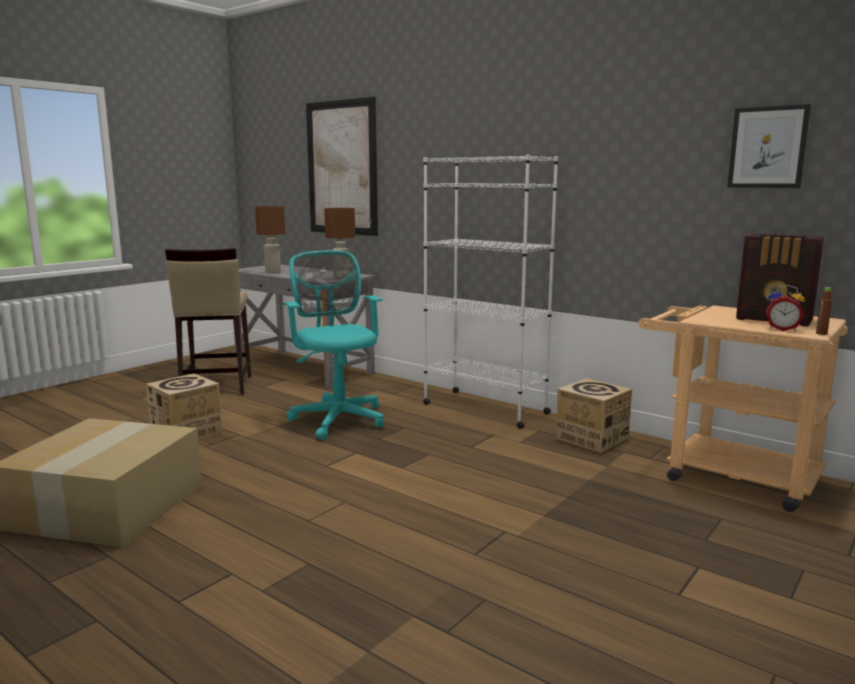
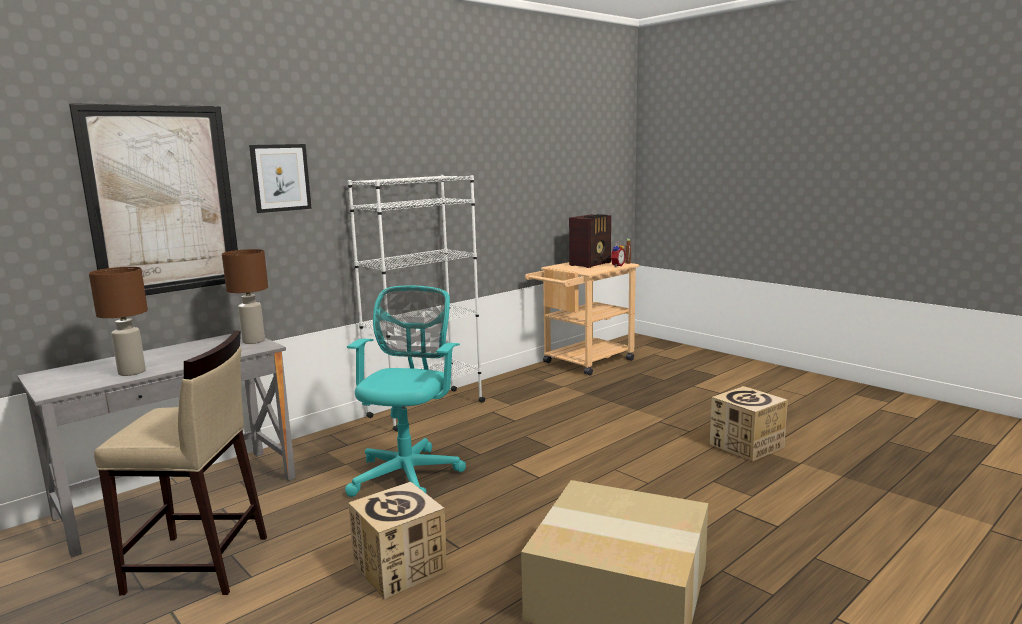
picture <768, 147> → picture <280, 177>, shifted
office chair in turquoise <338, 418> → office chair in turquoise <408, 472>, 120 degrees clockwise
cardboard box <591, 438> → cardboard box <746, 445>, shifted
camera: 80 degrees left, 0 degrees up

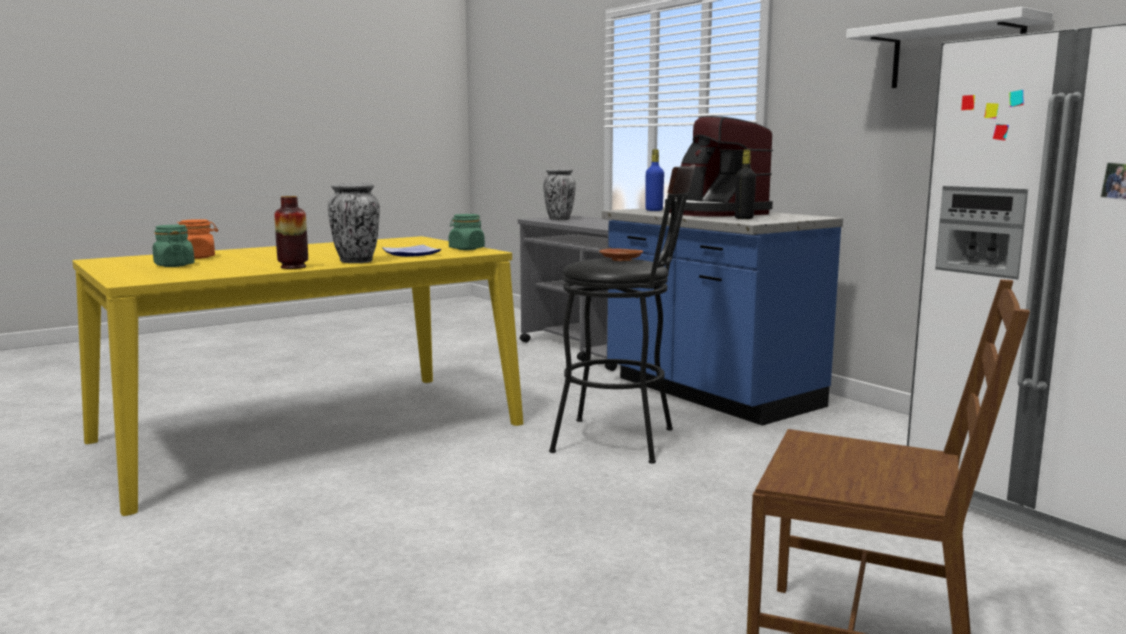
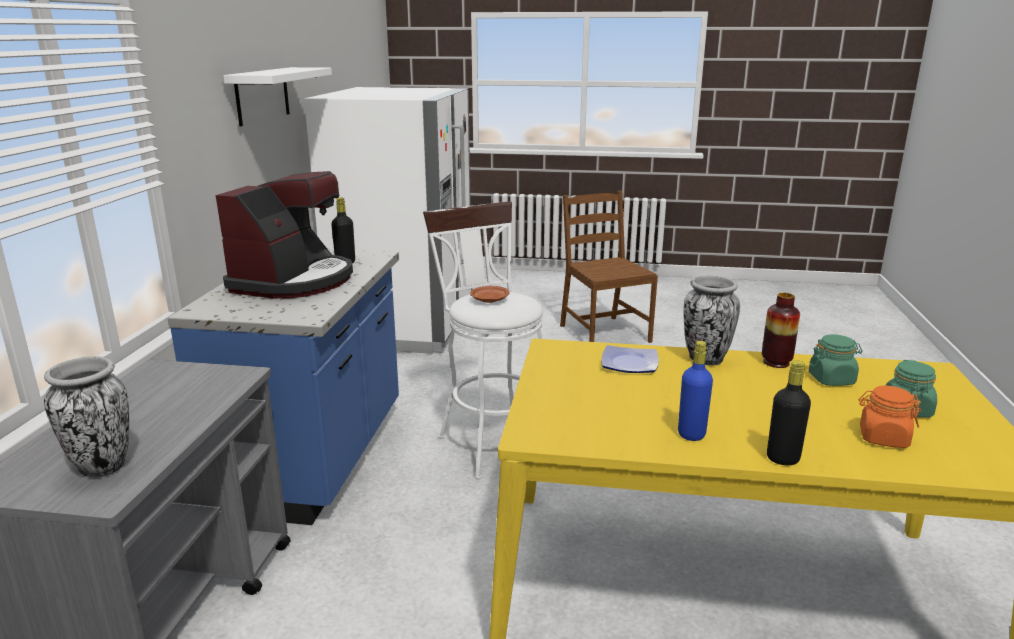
bottle in blue <654, 210> → bottle in blue <691, 434>, shifted
stool in black <625, 441> → stool in white <491, 441>
jar in green <466, 249> → jar in green <831, 379>, shifted
- → bottle in black <783, 458>
camera: 135 degrees left, 10 degrees up

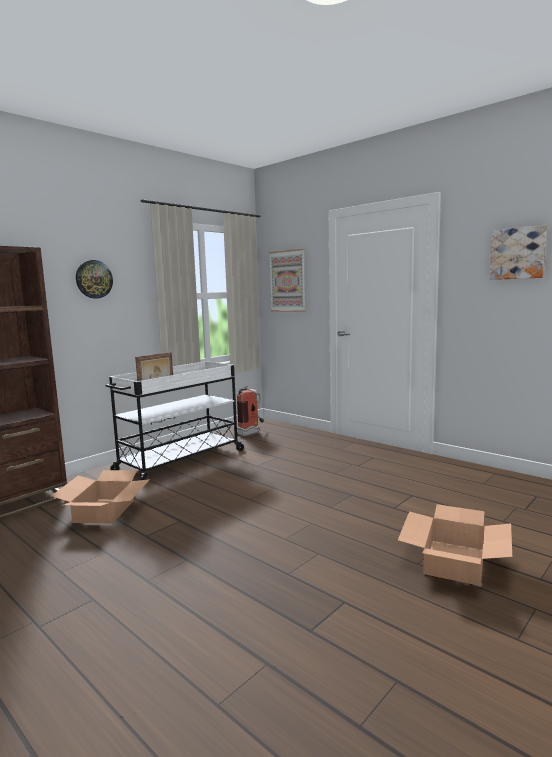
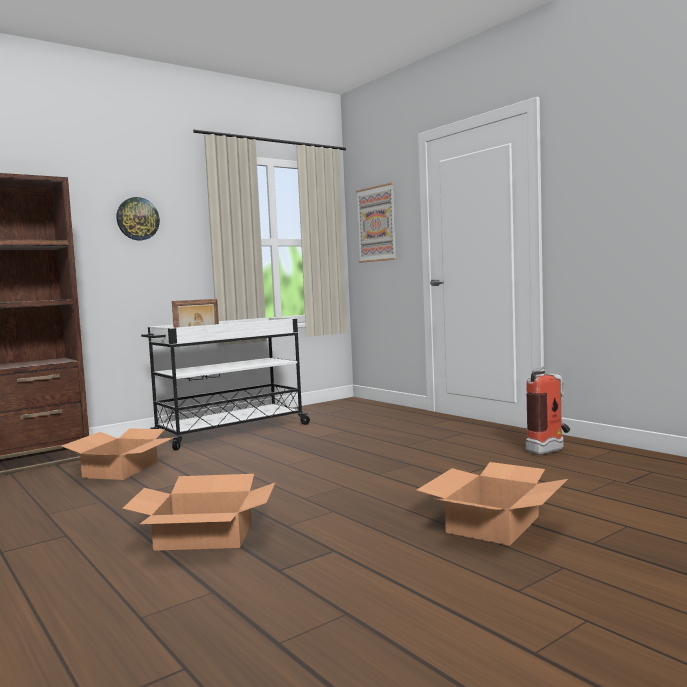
picture <518, 253> → -
fire extinguisher <252, 433> → fire extinguisher <550, 450>, shifted
- → cardboard box <205, 536>
camera: 10 degrees right, 5 degrees down

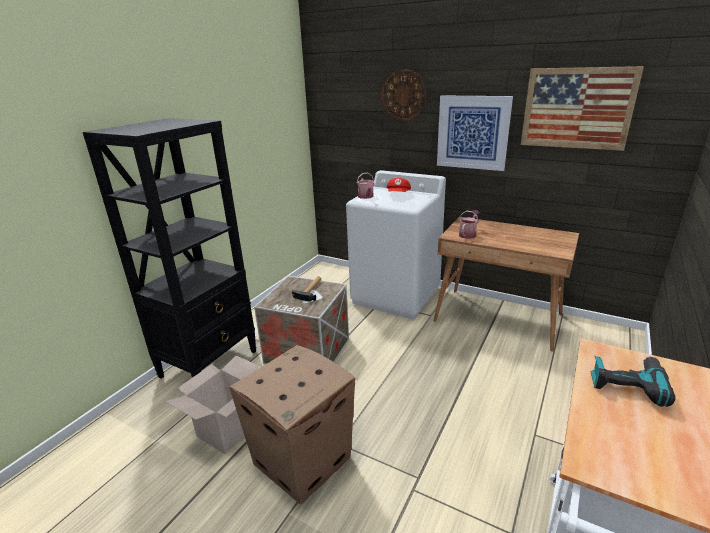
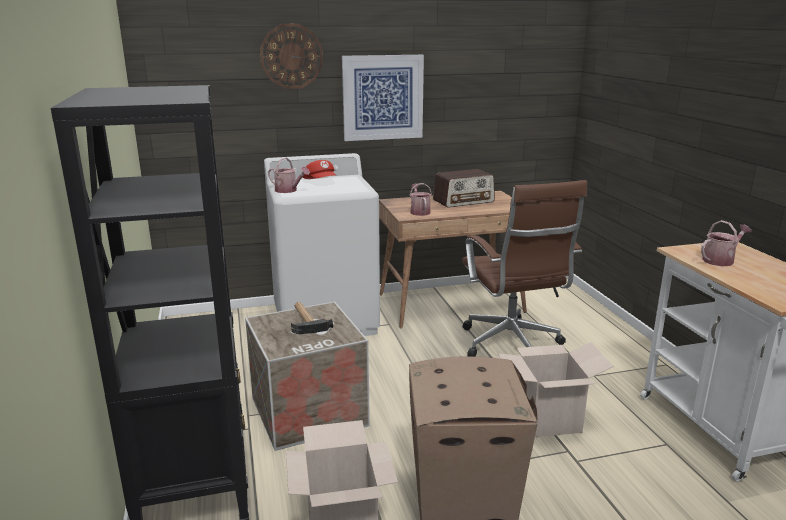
picture <576, 108> → -
power drill <627, 383> → watering can <721, 260>
- → radio <464, 201>
- → office chair in brown <512, 346>
- → cardboard box <548, 420>
camera: 45 degrees left, 5 degrees down

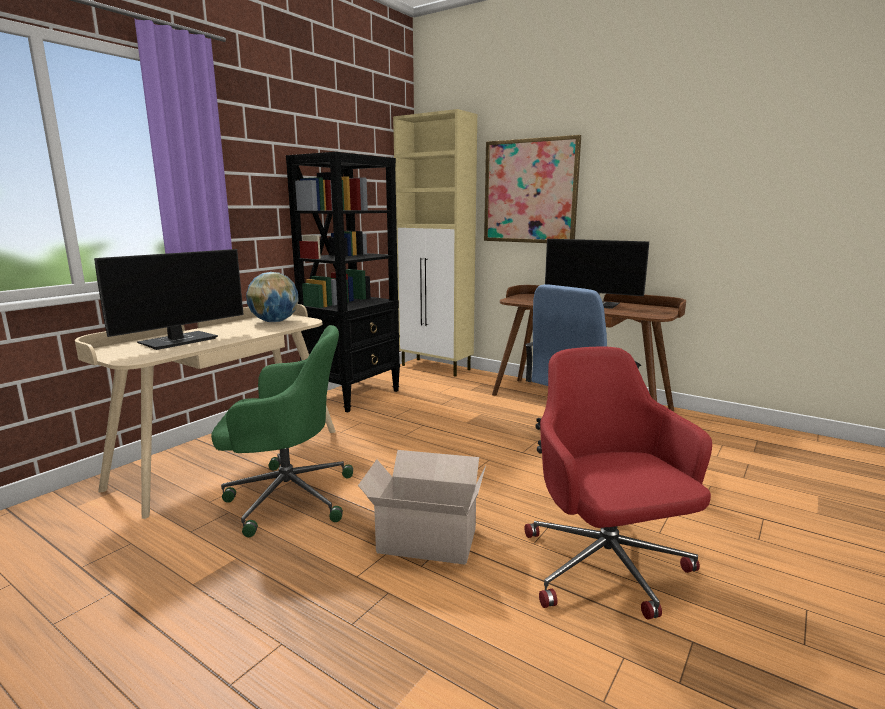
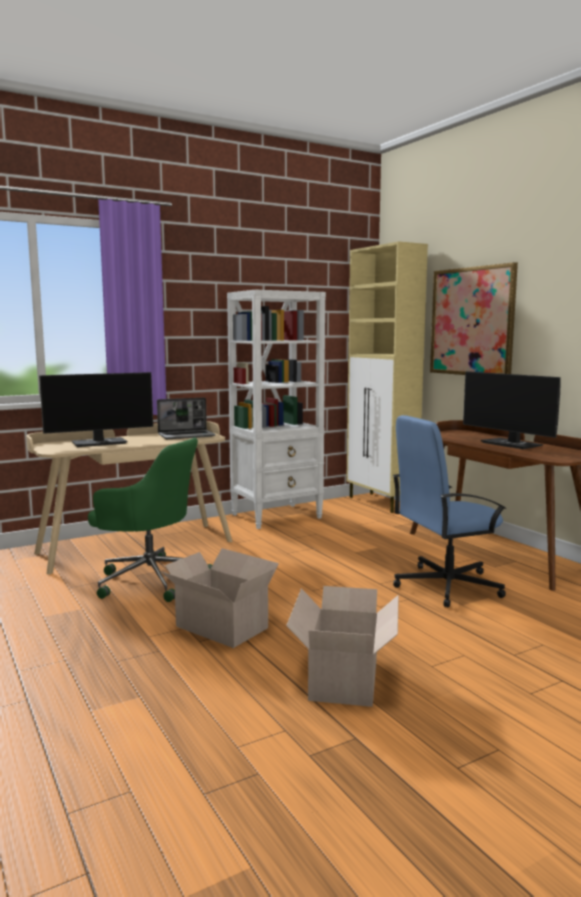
bookcase in black <353, 395> → bookcase in white <277, 516>
globe <274, 321> → laptop <187, 436>
office chair in red <606, 568> → cardboard box <345, 677>
camera: 25 degrees right, 5 degrees down

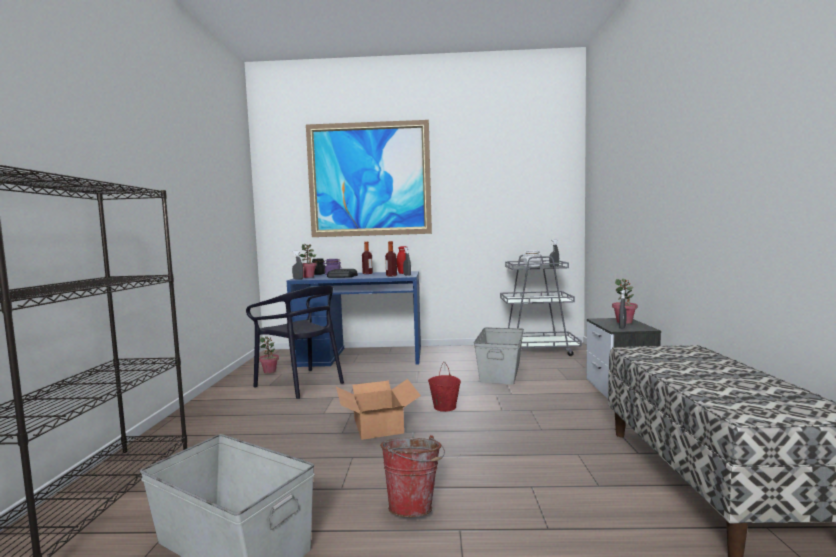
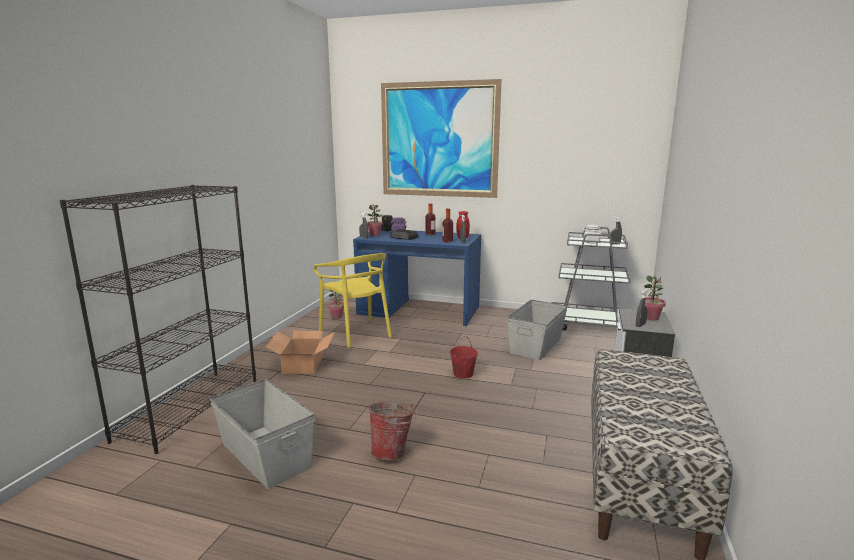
chair in black <300, 384> → chair in yellow <356, 333>
cardboard box <377, 425> → cardboard box <302, 364>, shifted
camera: 15 degrees right, 10 degrees up

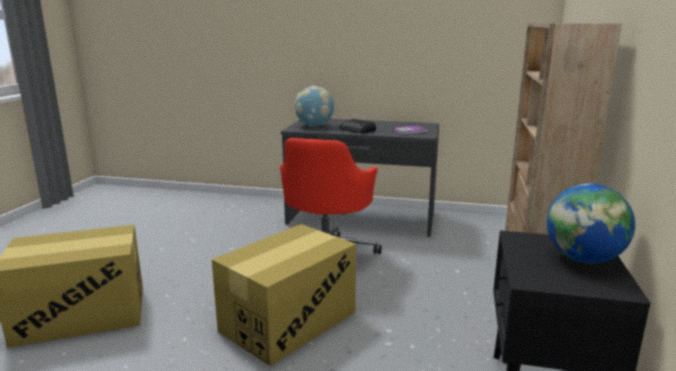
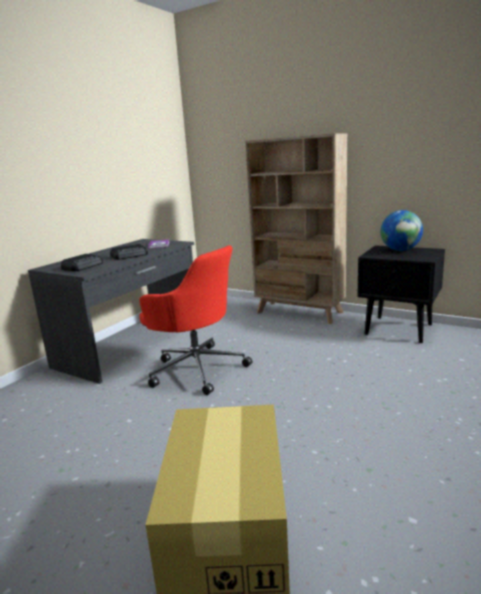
globe <314, 126> → radio <83, 266>
cardboard box <288, 321> → -
camera: 70 degrees left, 0 degrees up

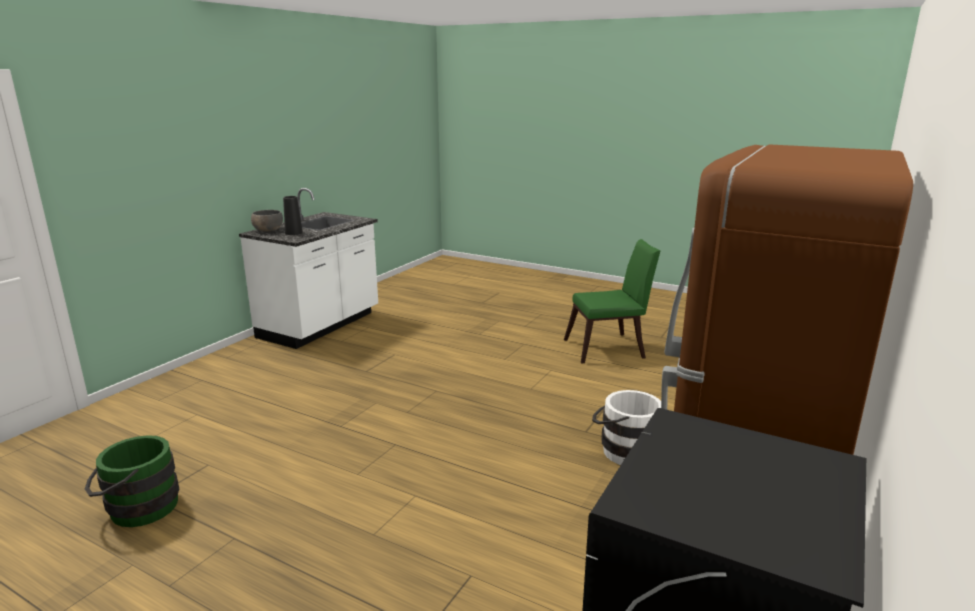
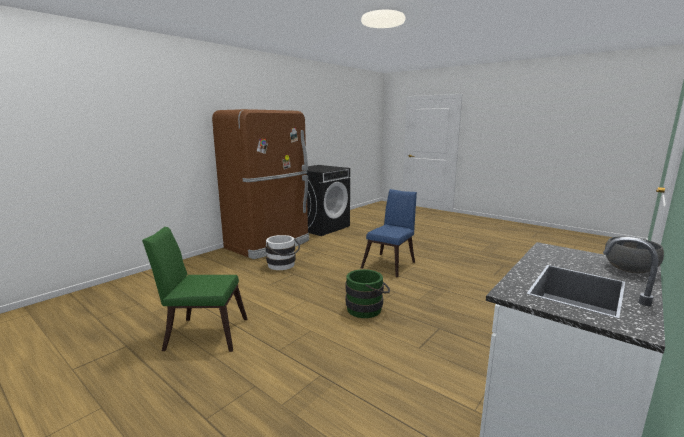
vase in black <293, 233> → -
bucket in green <137, 509> → bucket in green <367, 309>, shifted
- → chair in blue <390, 264>
camera: 170 degrees left, 5 degrees down

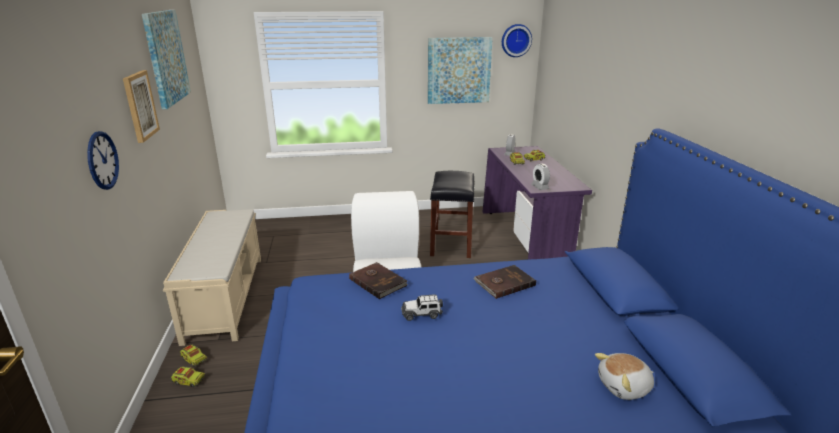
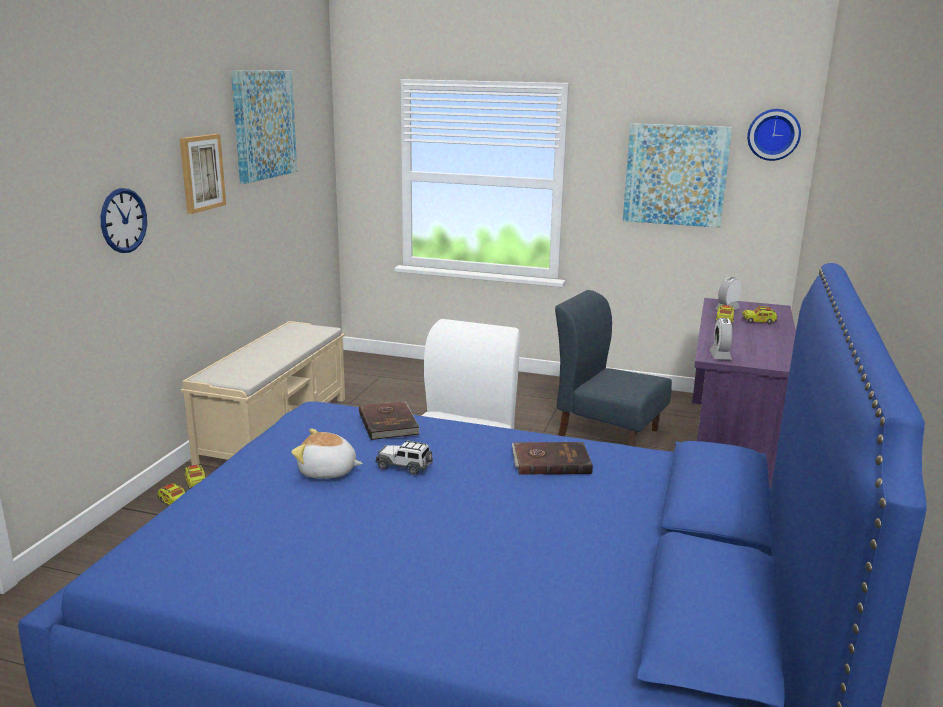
stool in black <451, 244> → chair in blue <607, 432>
plush toy <624, 387> → plush toy <327, 472>, shifted
camera: 25 degrees right, 5 degrees down

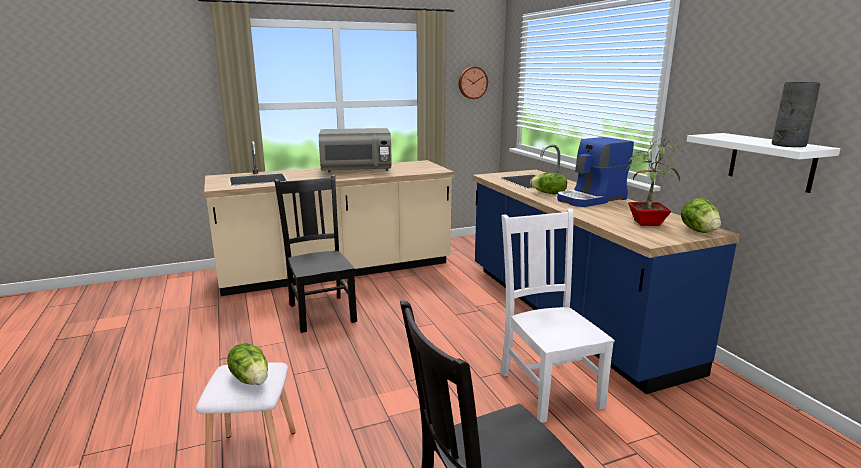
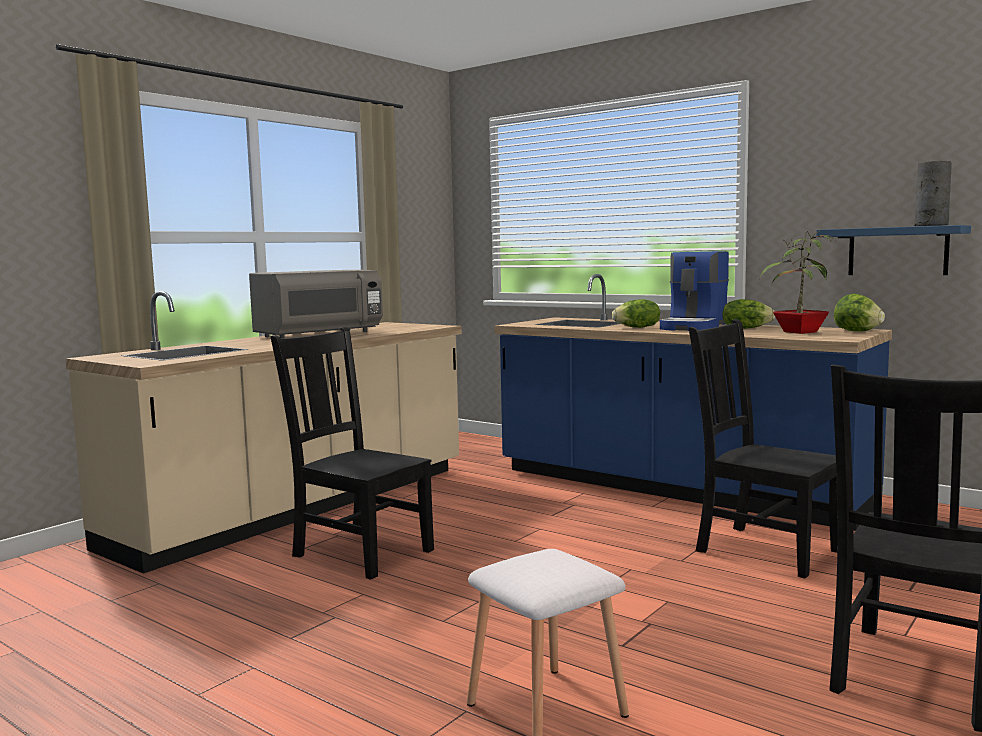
wall clock <472, 82> → -
shelf in white <771, 161> → shelf in blue <897, 251>
chair in white <548, 387> → chair in black <763, 549>
lettuce <251, 378> → lettuce <746, 328>, shifted
camera: 30 degrees left, 10 degrees down

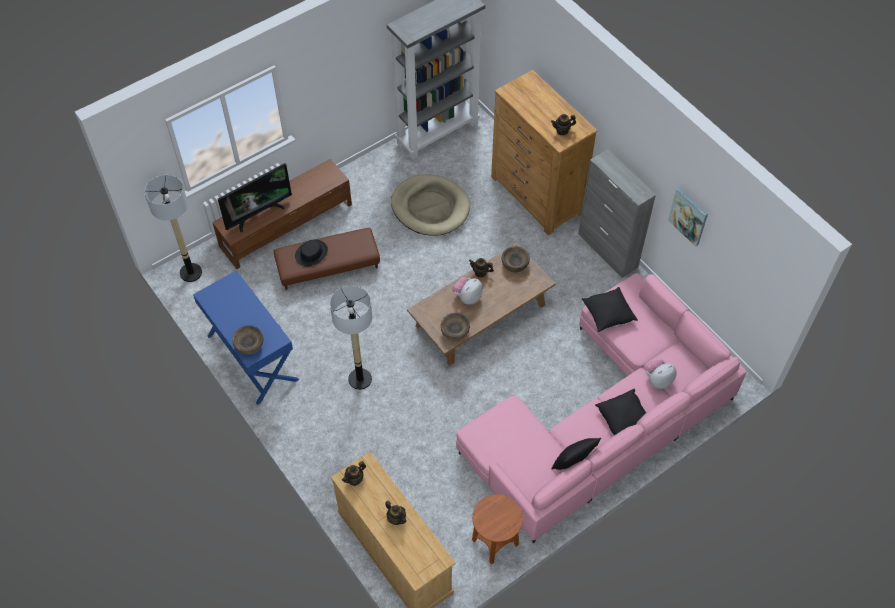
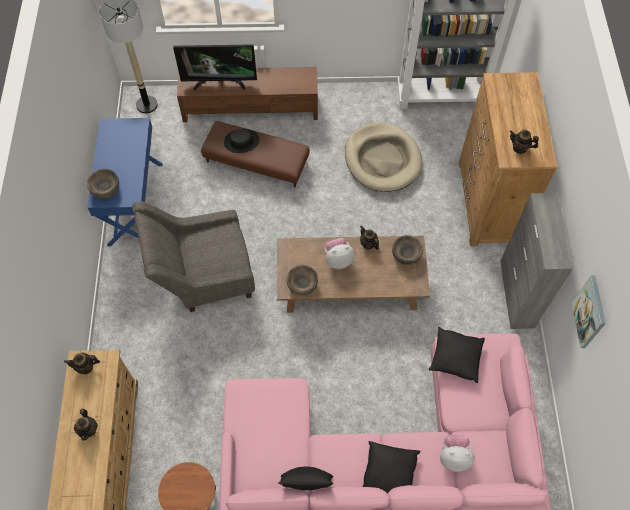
floor lamp <360, 379> → armchair in grey <203, 276>
camera: 35 degrees right, 5 degrees up

